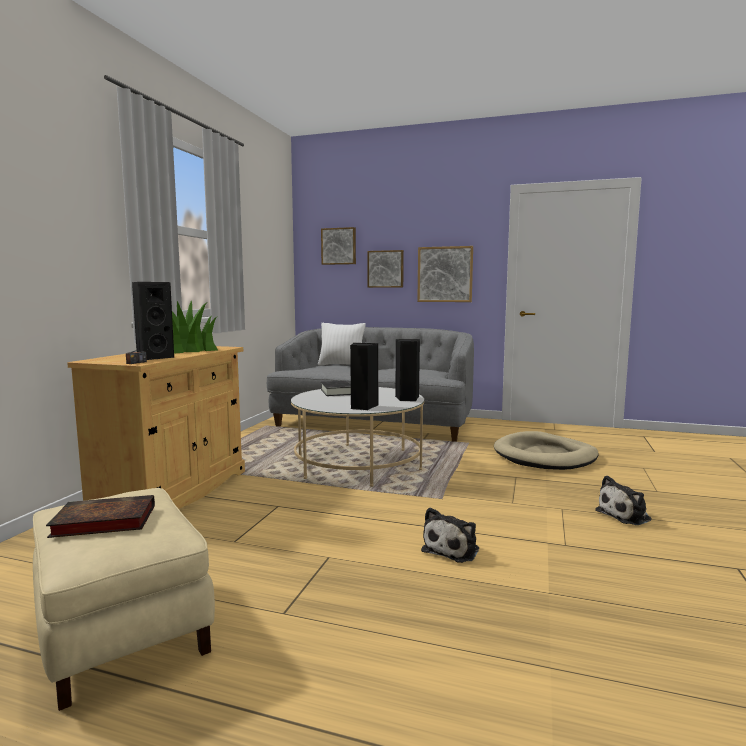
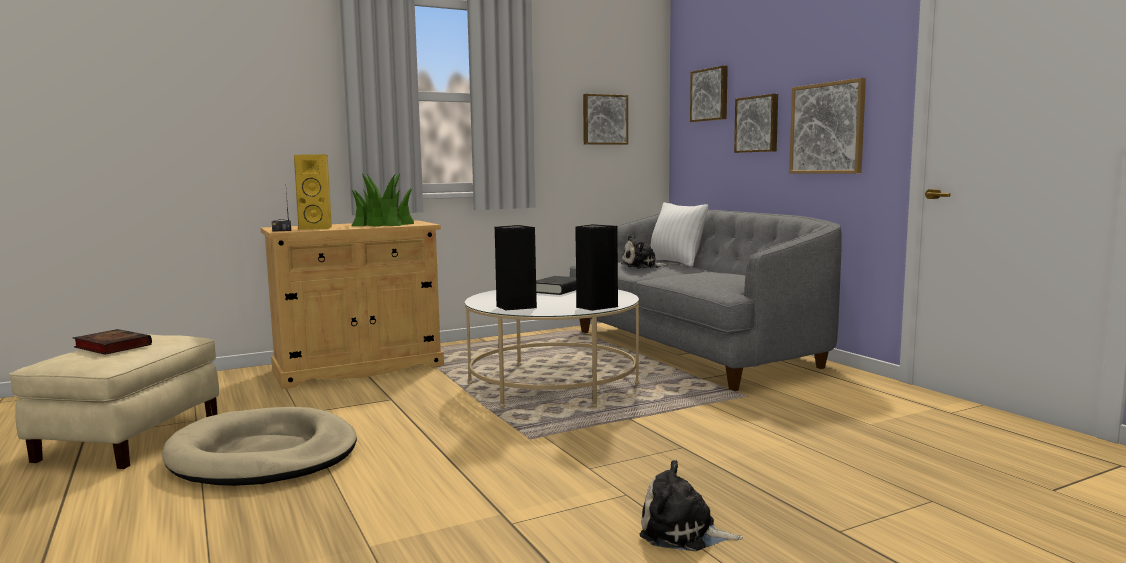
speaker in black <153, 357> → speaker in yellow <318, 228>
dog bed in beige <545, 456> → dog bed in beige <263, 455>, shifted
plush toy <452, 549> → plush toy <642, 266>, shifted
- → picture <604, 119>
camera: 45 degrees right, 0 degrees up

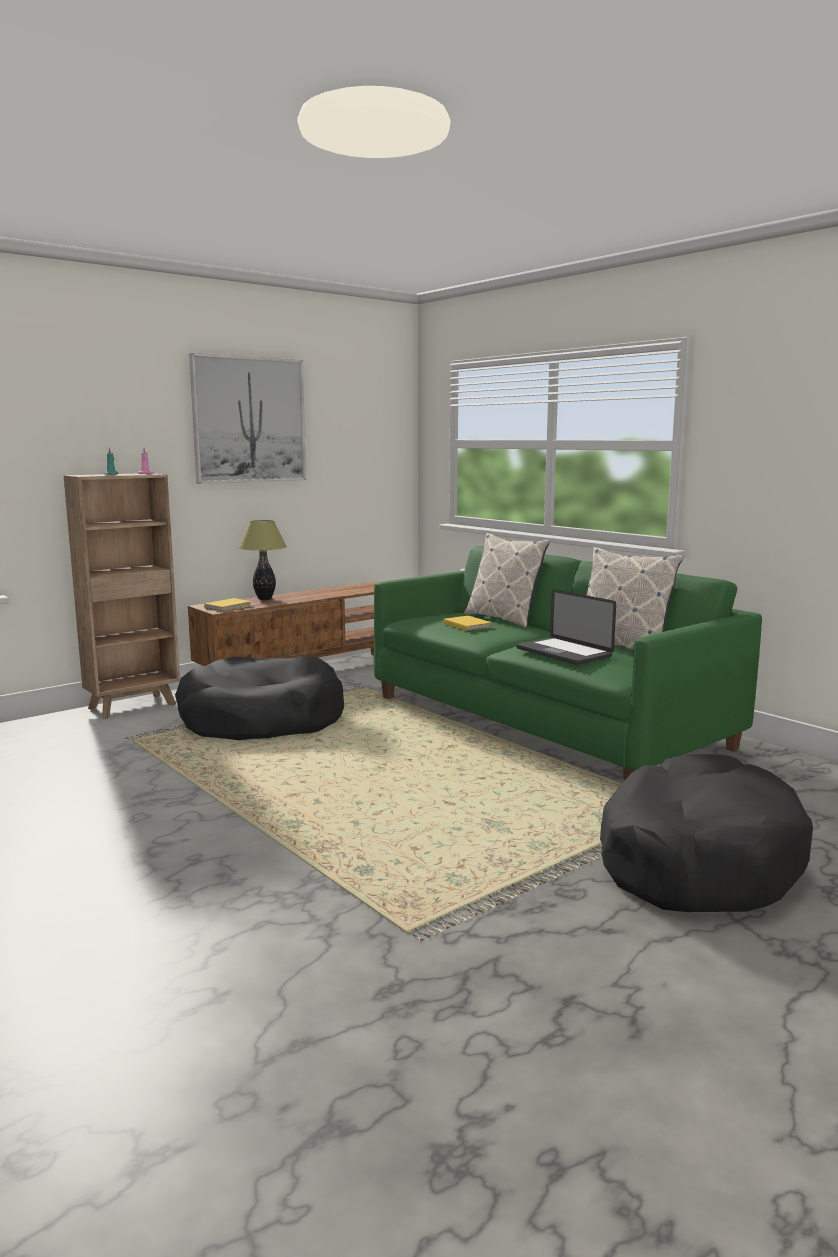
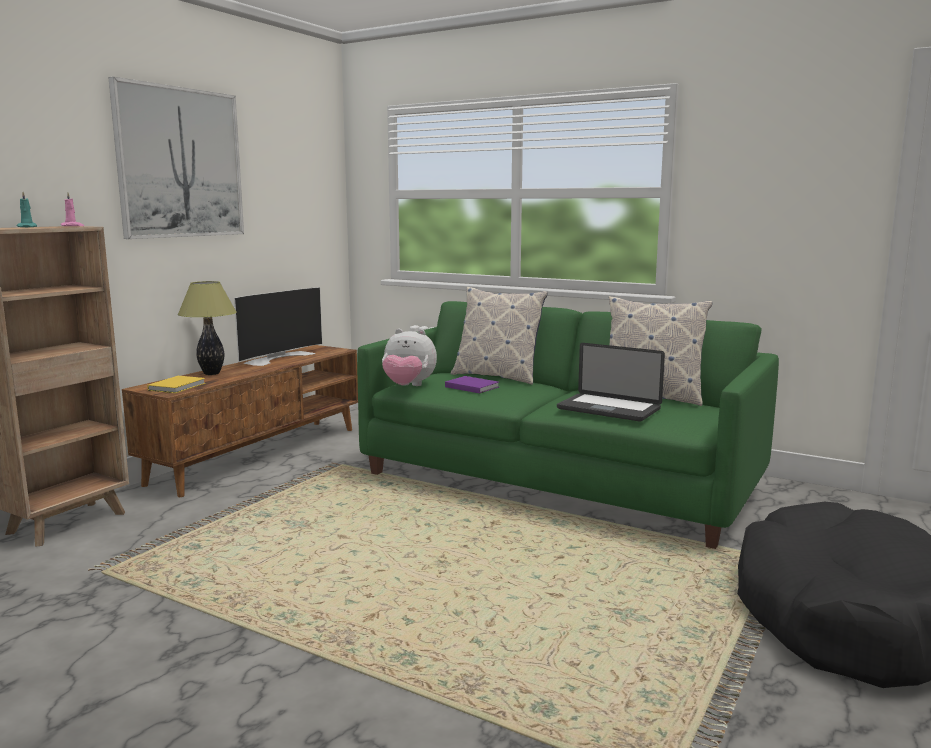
book in yellow <467, 625> → book in purple <471, 386>
dog bed in black <261, 720> → -
- → television <278, 357>
- → plush toy <408, 386>
camera: 20 degrees left, 0 degrees up

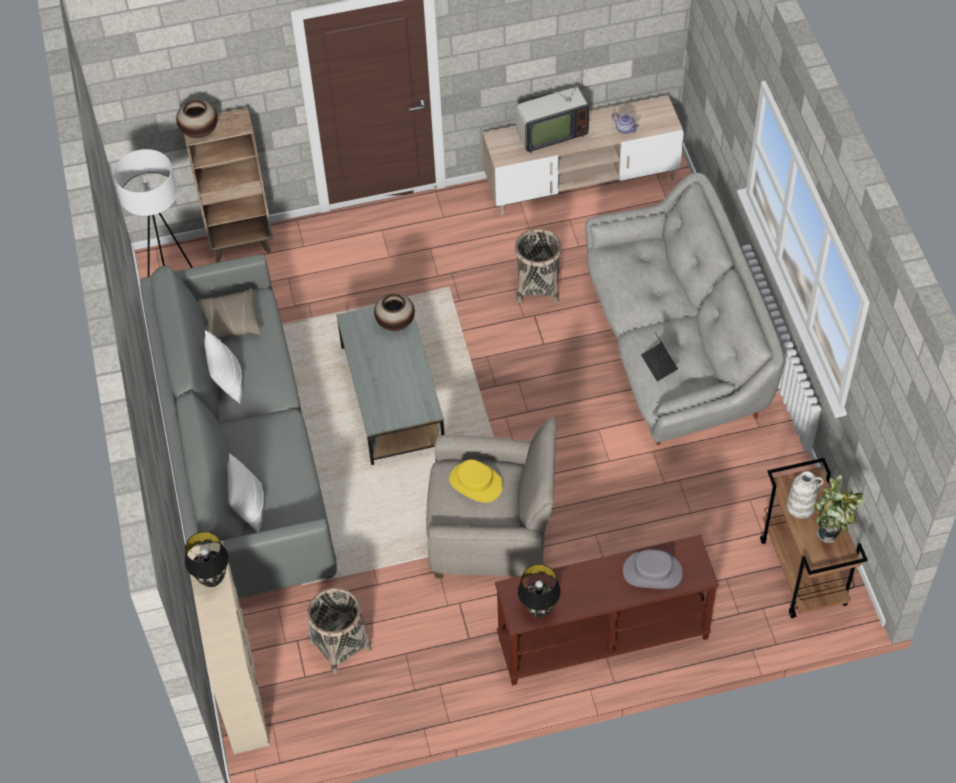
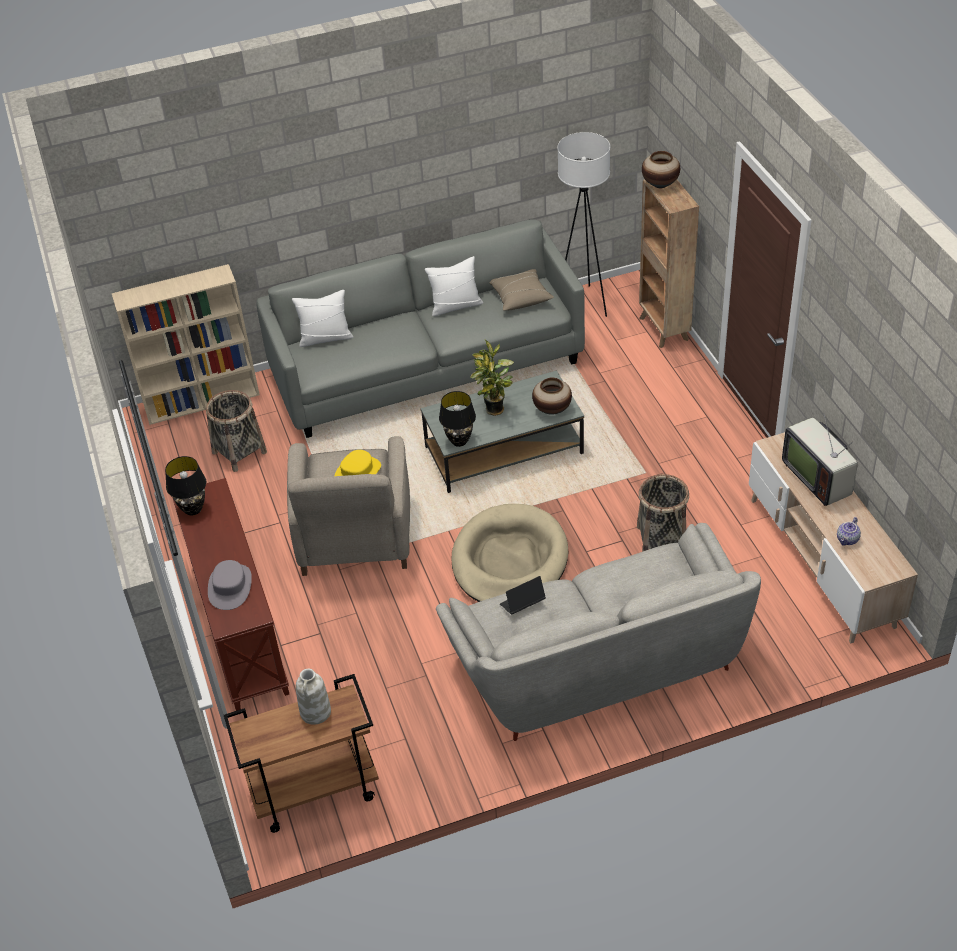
potted plant <830, 534> → potted plant <494, 411>, shifted
table lamp in black <212, 580> → table lamp in black <459, 441>, shifted
- → dog bed in beige <509, 560>
camera: 85 degrees right, 10 degrees down

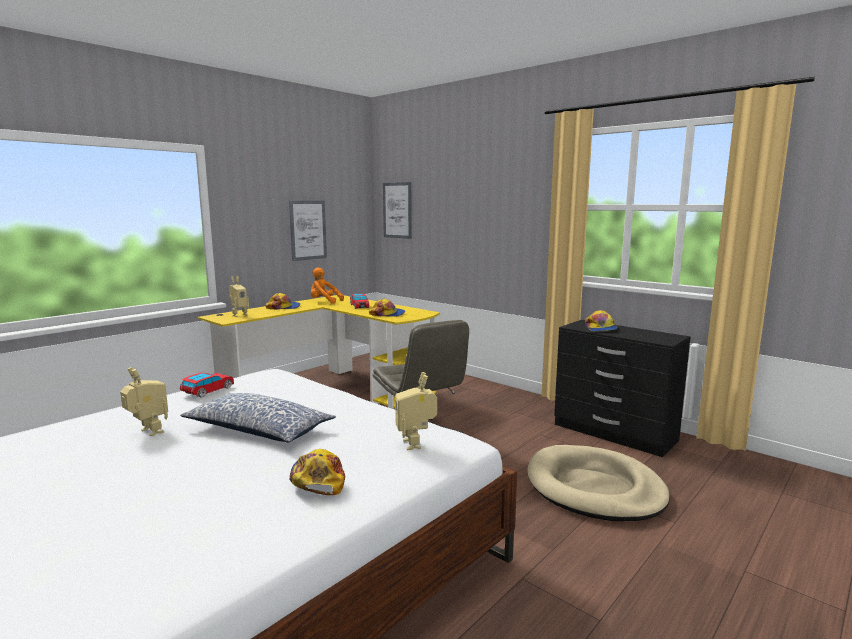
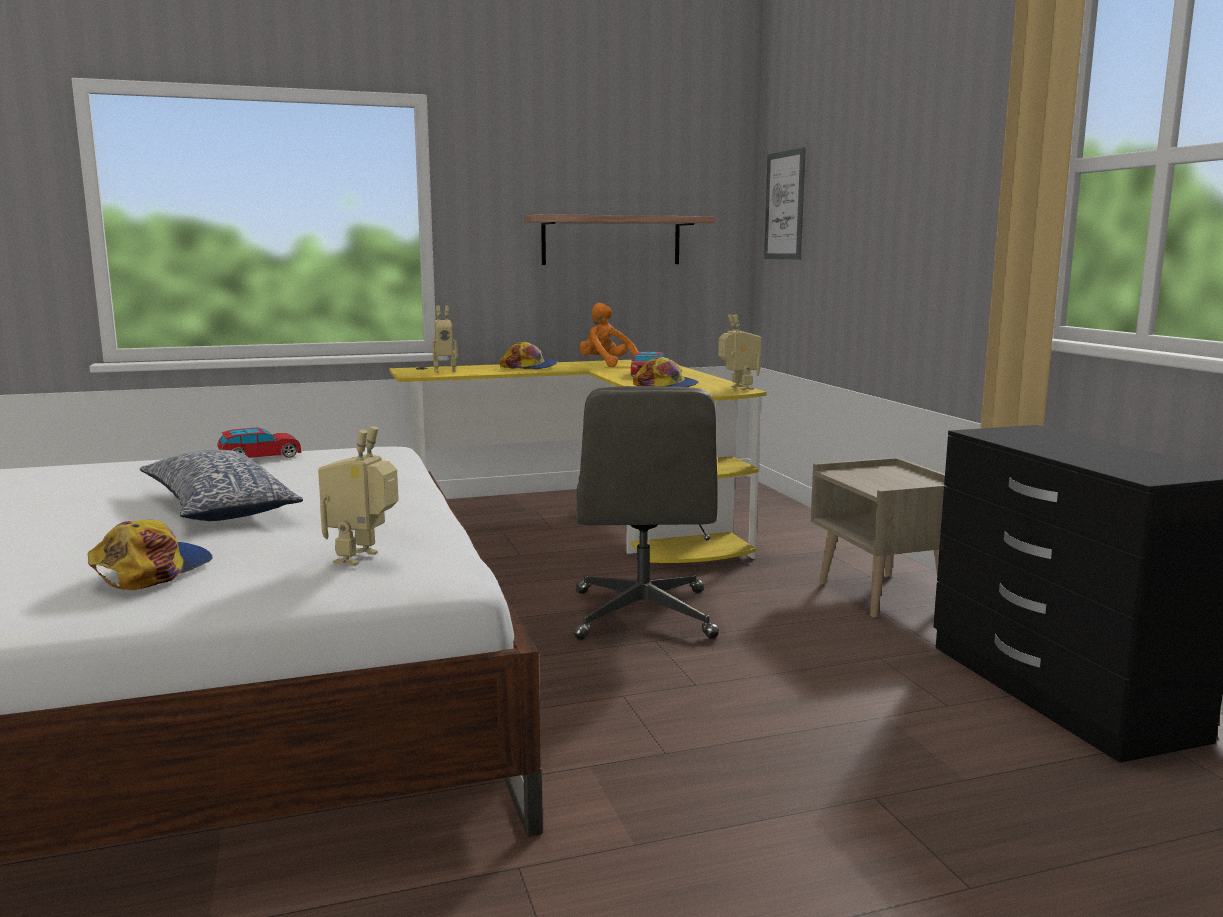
picture <308, 230> → shelf <611, 240>
cap <600, 328> → -
toy robot <148, 432> → toy robot <738, 388>, shifted
dog bed in beige <594, 488> → -
- → nightstand in beige <883, 595>
camera: 30 degrees right, 0 degrees up

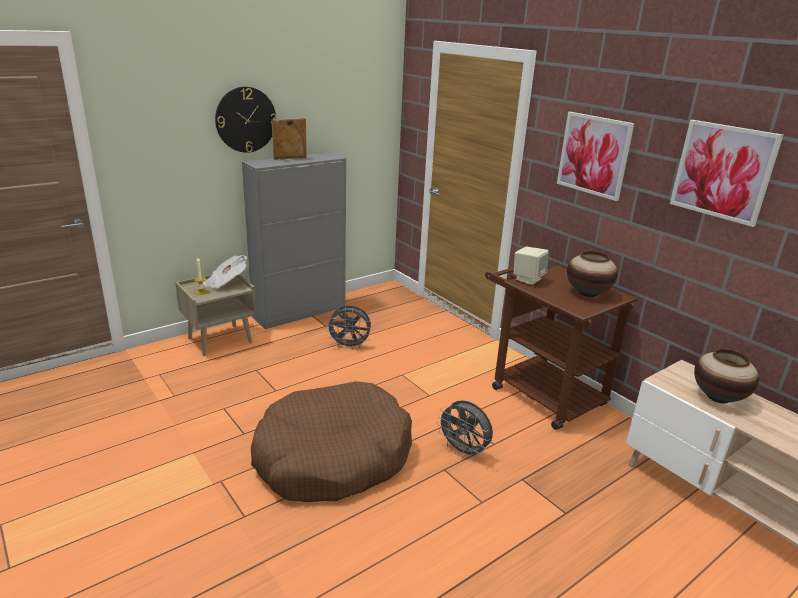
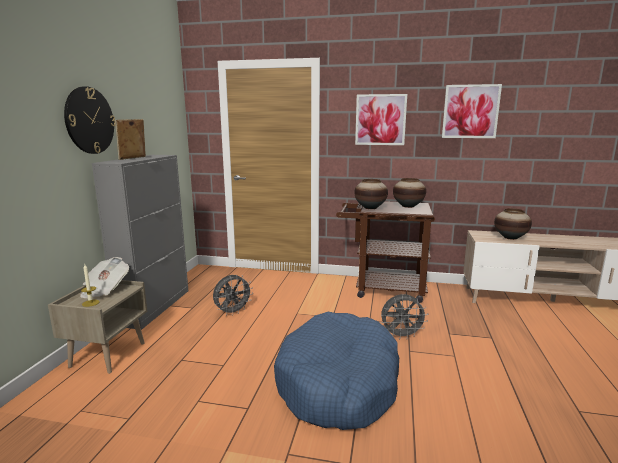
speaker in beige <528, 279> → vase <370, 208>
dog bed in brown <332, 457> → dog bed in blue <338, 383>
camera: 40 degrees left, 10 degrees down

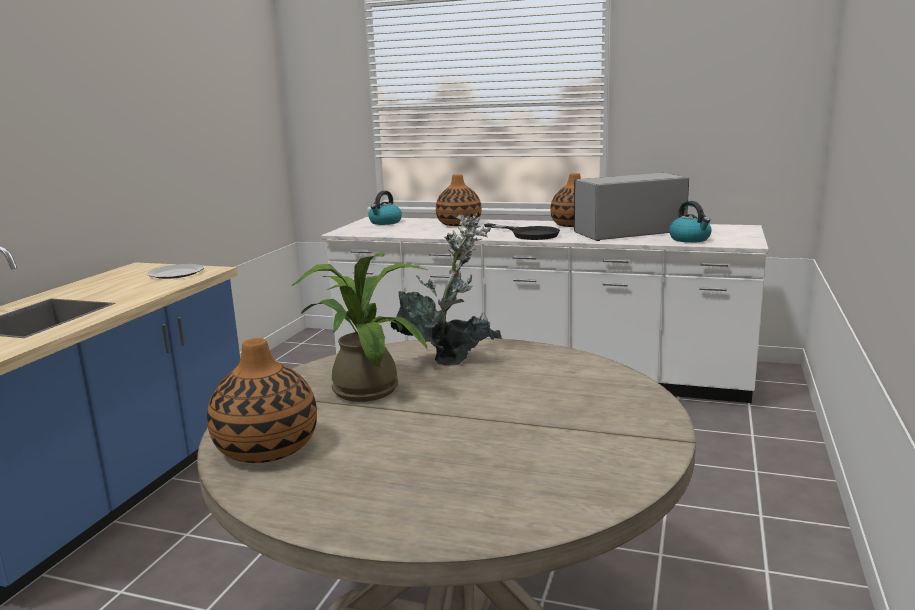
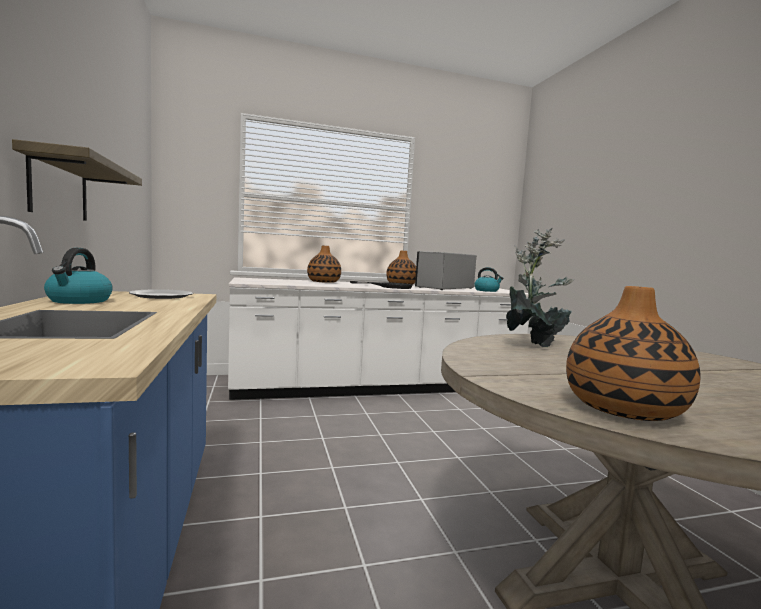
kettle <385, 222> → kettle <79, 301>, shifted
potted plant <364, 387> → -
- → shelf <59, 188>
camera: 35 degrees left, 10 degrees down

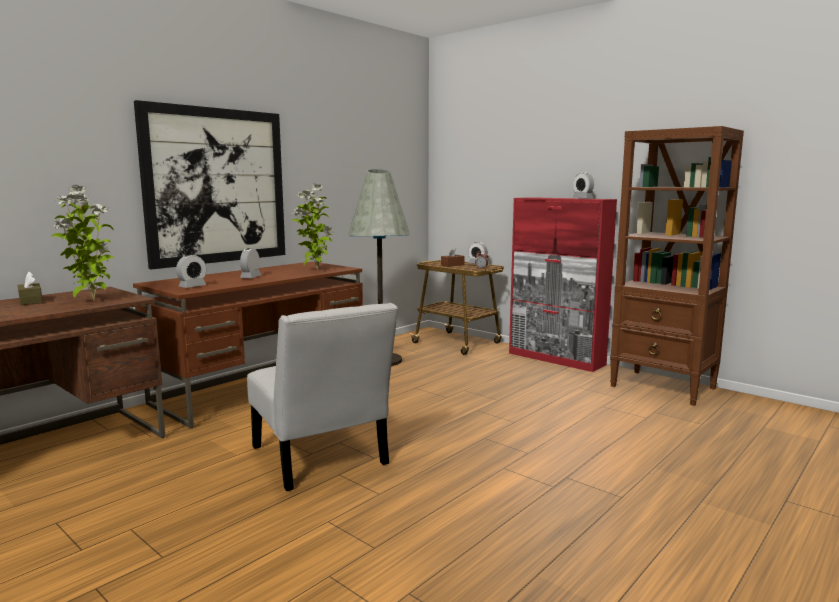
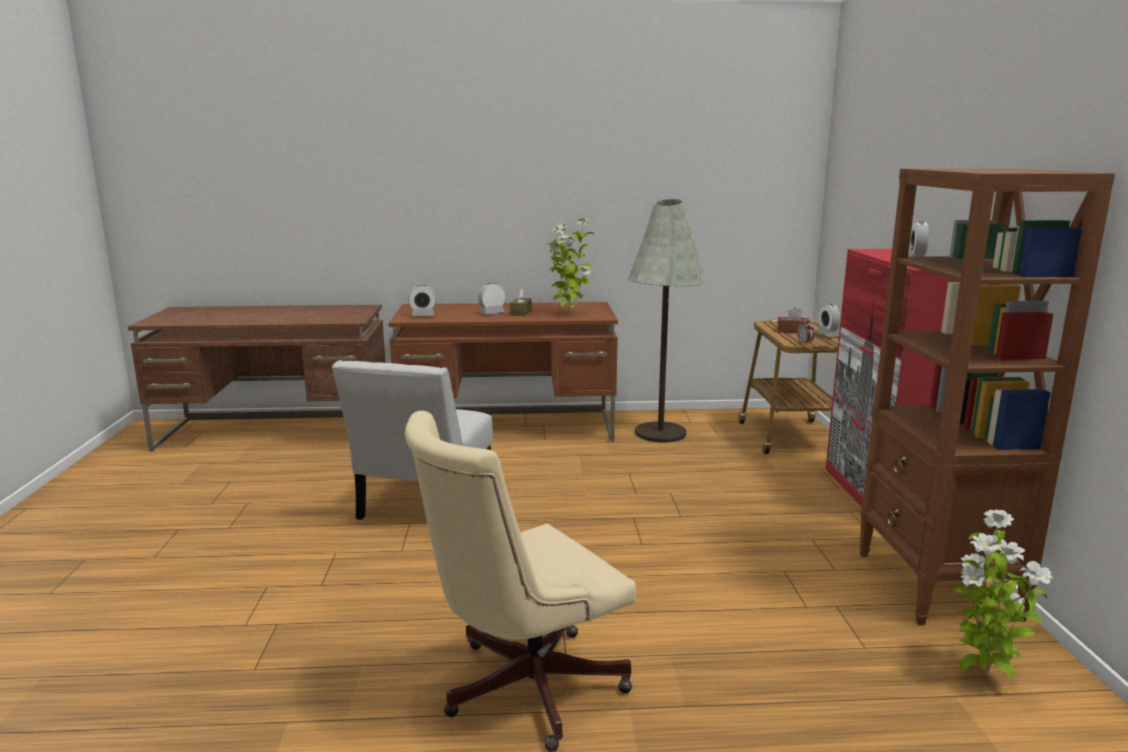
picture <216, 186> → -
potted plant <92, 301> → potted plant <982, 676>, shifted
tissue box in brown <30, 301> → tissue box in brown <521, 313>, shifted
- → office chair in beige <521, 689>
camera: 45 degrees right, 5 degrees up

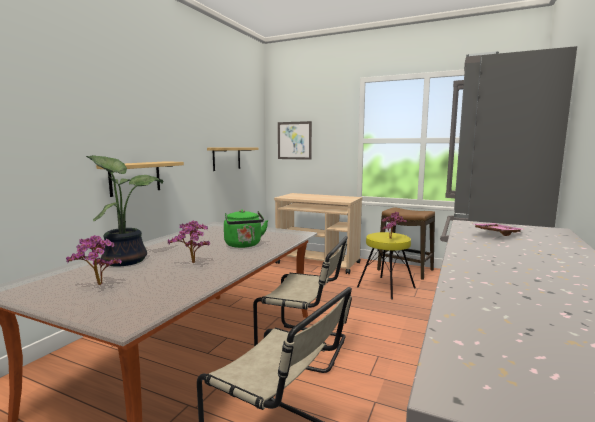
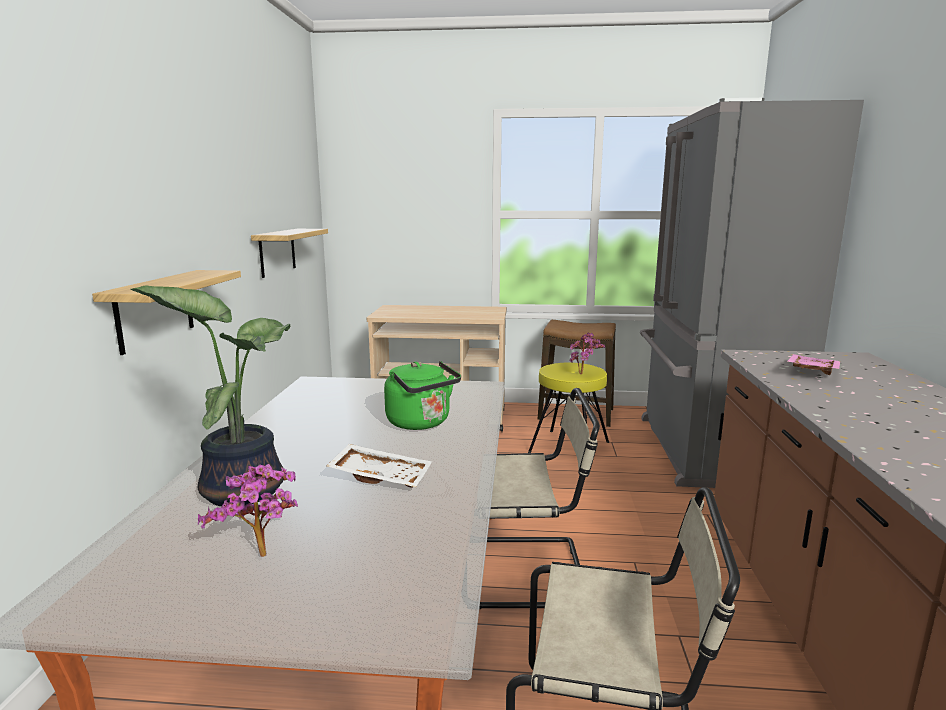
picture <294, 140> → -
potted plant <192, 263> → tray in white <381, 476>
camera: 20 degrees left, 5 degrees up

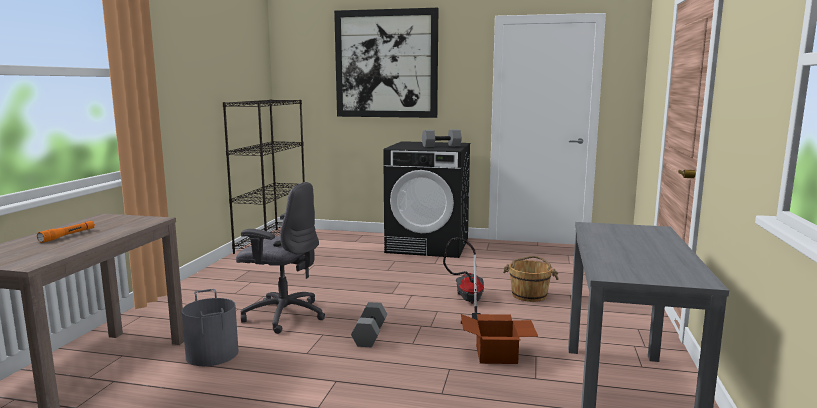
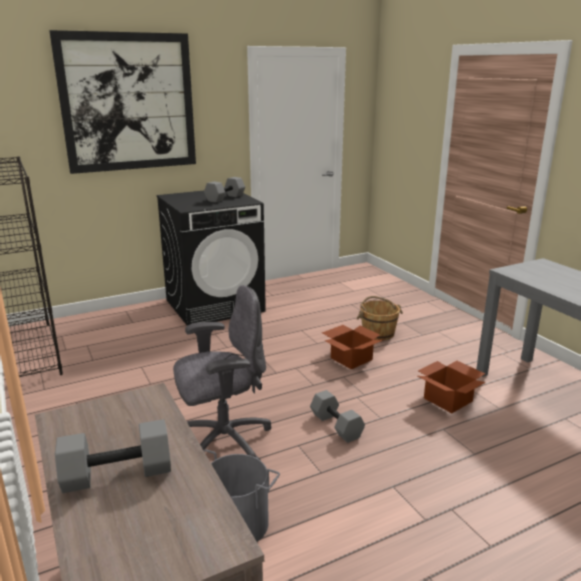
flashlight in orange <68, 235> → dumbbell in grey <118, 472>
vacuum cleaner <468, 303> → cardboard box <351, 358>
camera: 40 degrees left, 10 degrees up

